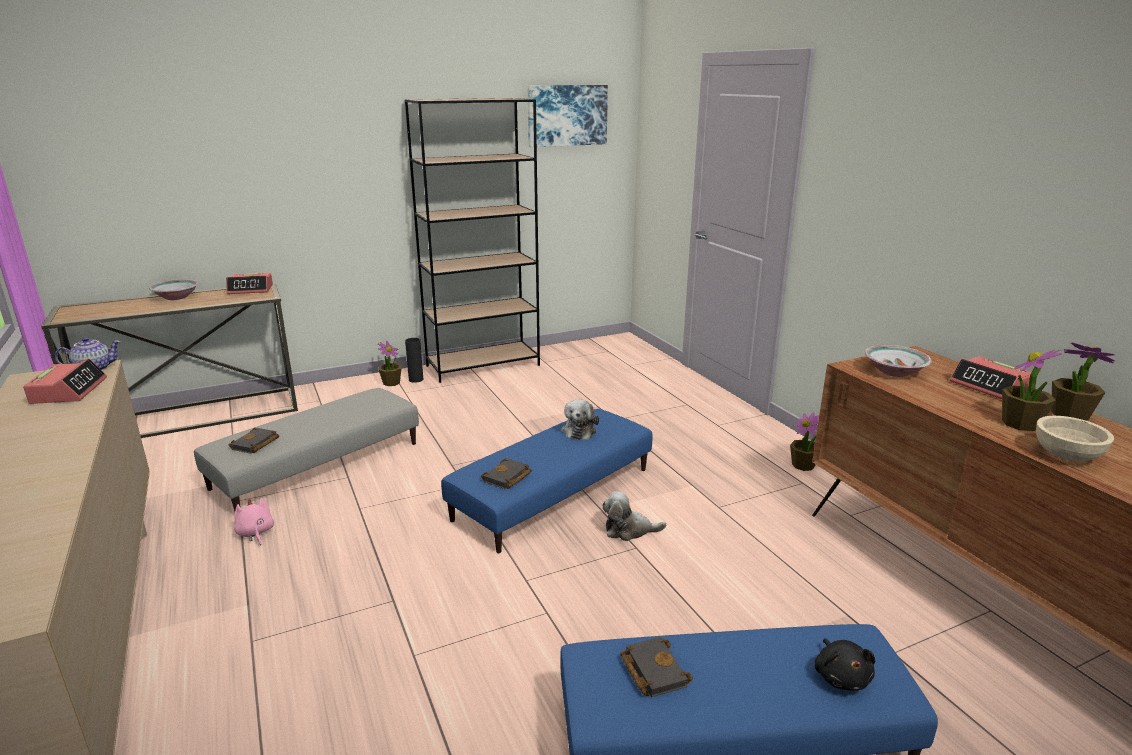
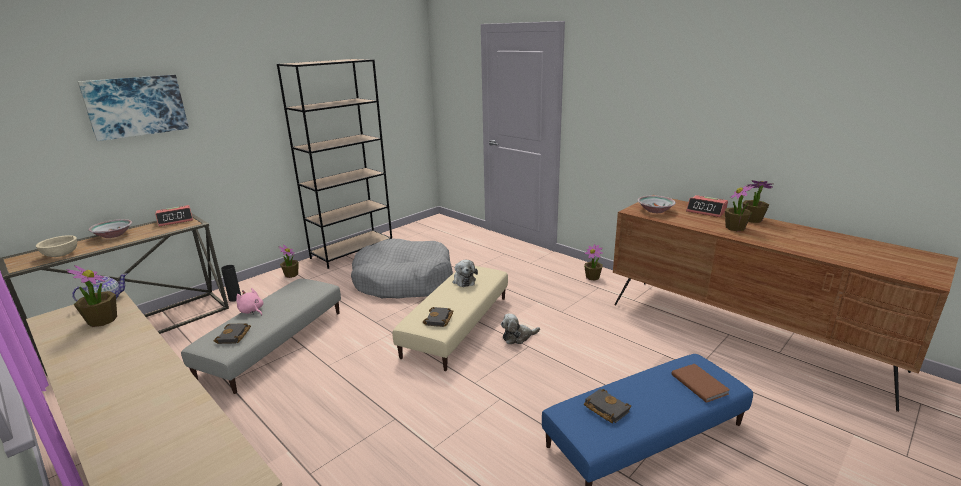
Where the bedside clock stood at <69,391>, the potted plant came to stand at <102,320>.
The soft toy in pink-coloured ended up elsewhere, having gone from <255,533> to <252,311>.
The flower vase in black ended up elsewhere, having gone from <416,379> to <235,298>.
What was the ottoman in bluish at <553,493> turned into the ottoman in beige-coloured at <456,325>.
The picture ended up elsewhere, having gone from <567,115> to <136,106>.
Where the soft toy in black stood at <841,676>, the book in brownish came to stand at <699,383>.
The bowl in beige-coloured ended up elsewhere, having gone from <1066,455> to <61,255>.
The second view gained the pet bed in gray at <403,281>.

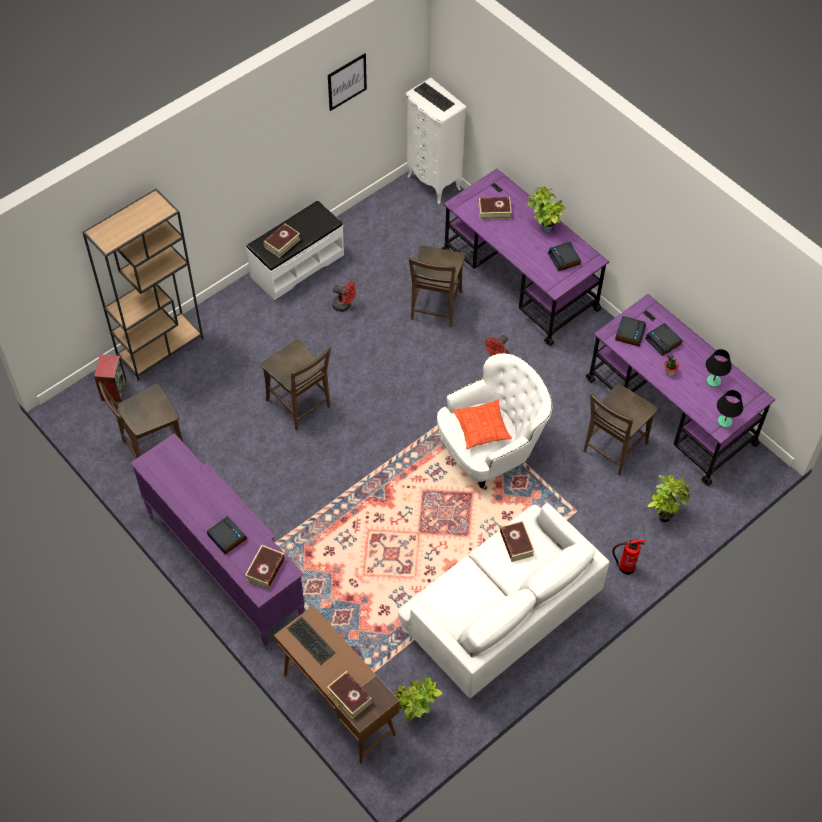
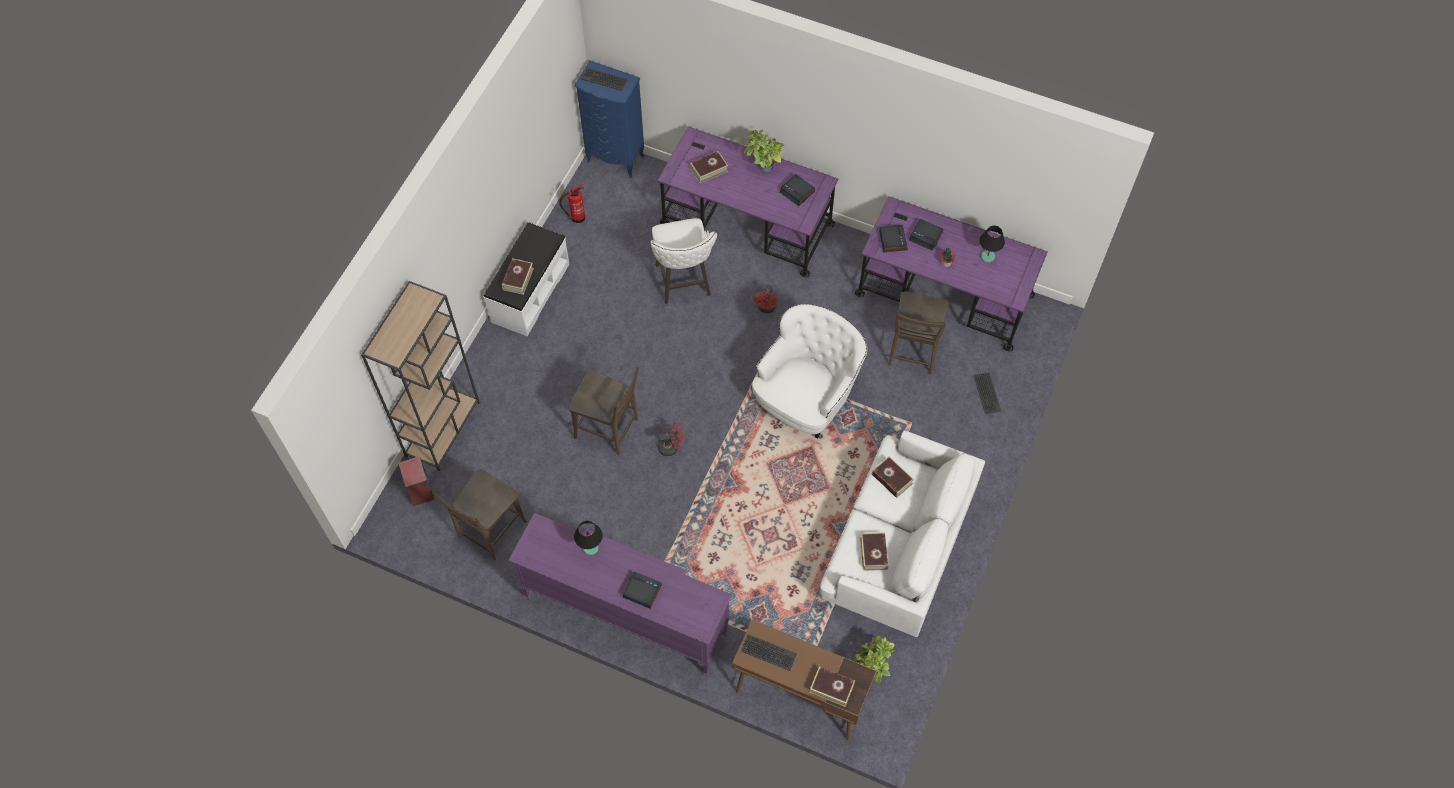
The book ended up elsewhere, having gone from <265,569> to <873,553>.
The second view lost the picture at <347,81>.
The electric fan in reddish ended up elsewhere, having gone from <344,305> to <671,447>.
What was the dresser in white at <432,183> turned into the dresser in bluish at <614,160>.
Where the upright chair in brownish stood at <435,308>, the sitting stool in white came to stand at <683,282>.
The second view lost the pillow in orangey at <482,429>.
The extinguisher ended up elsewhere, having gone from <625,567> to <576,217>.
Where the potted plant stood at <663,514>, the computer keyboard came to stand at <986,393>.
The table lamp in black ended up elsewhere, having gone from <724,422> to <590,547>.

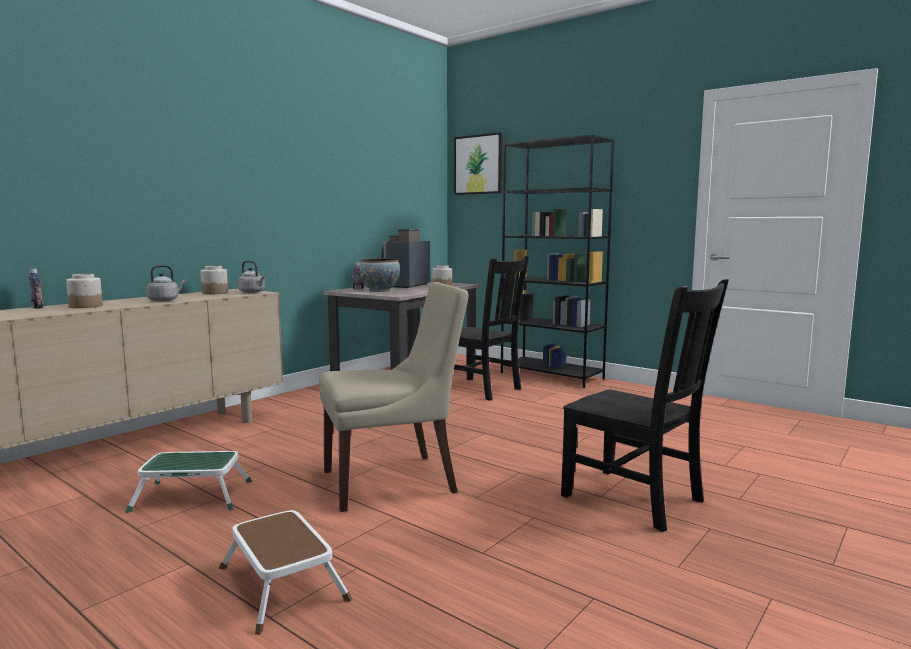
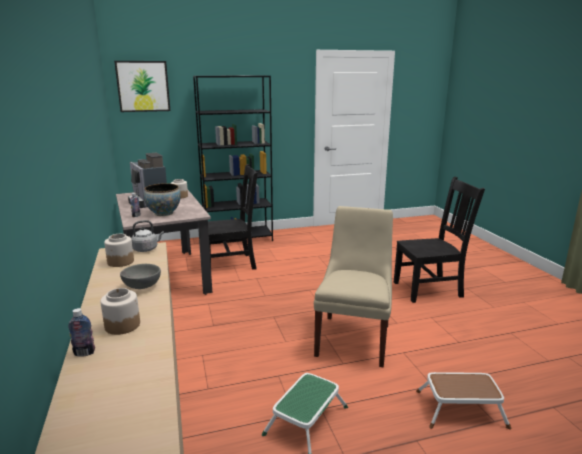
Where the tea kettle in gray stood at <165,300>, the bowl in gray came to stand at <141,286>.

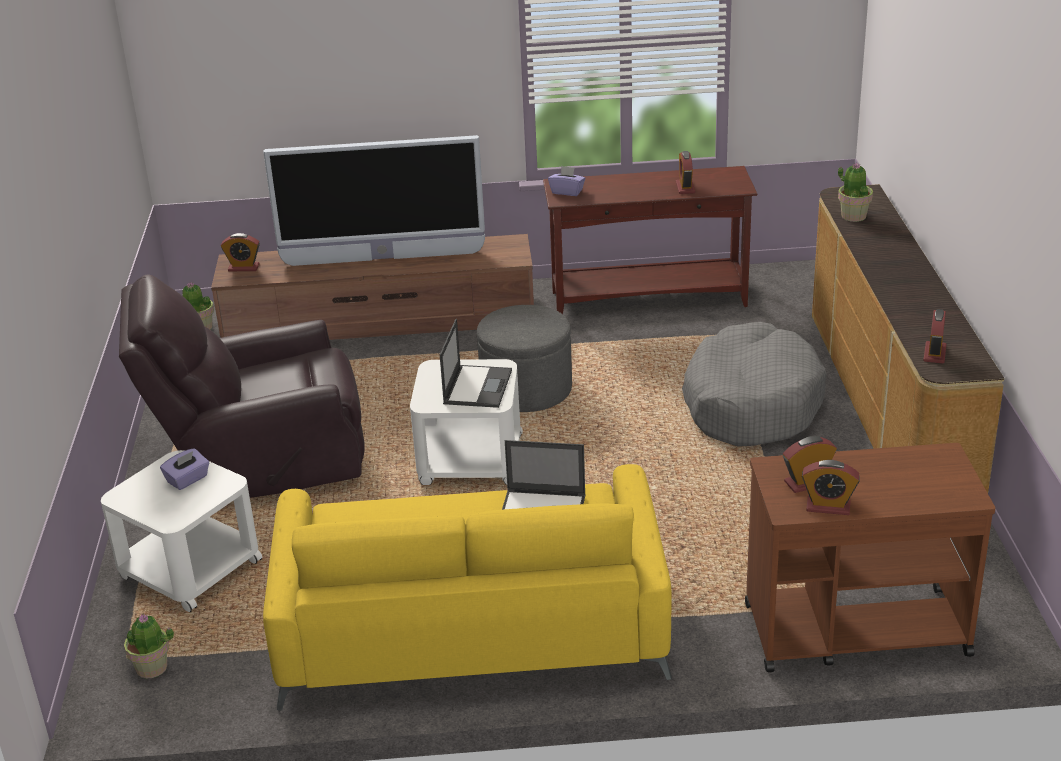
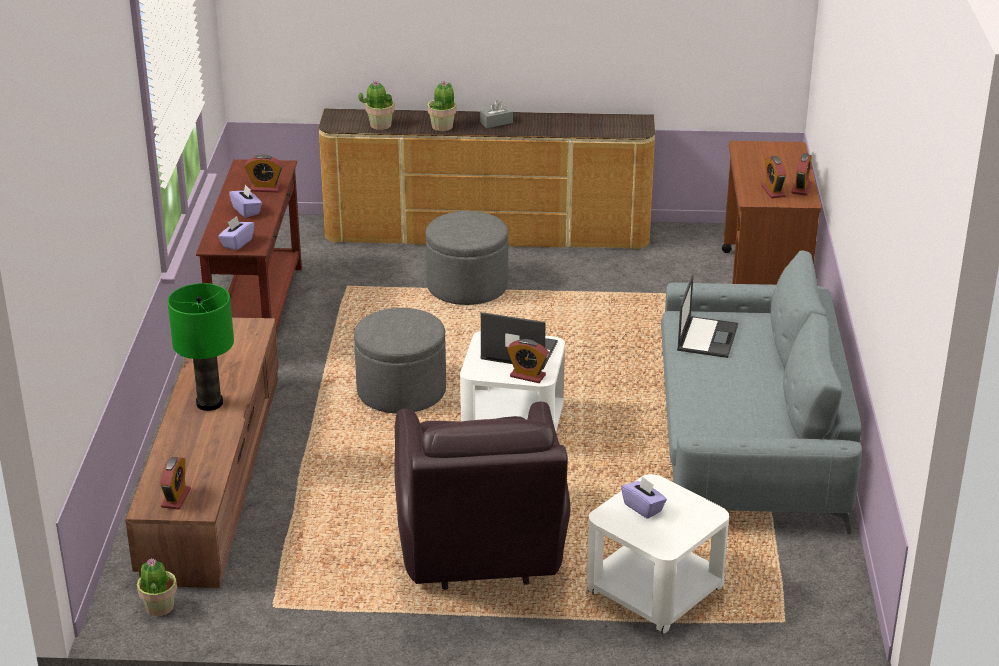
The potted plant ended up elsewhere, having gone from <152,668> to <442,126>.
Where the TV stood at <383,259>, the table lamp in greenish came to stand at <209,403>.
What was the sofa in yellow-coloured at <470,624> turned into the sofa in gray at <748,438>.
Where the pet bed in gray stood at <751,404>, the ottoman in gray came to stand at <467,286>.
The bedside clock ended up elsewhere, having gone from <934,353> to <527,376>.
The second view gained the box of tissues in purple at <246,211>.
The second view gained the box of tissues in gray at <496,122>.

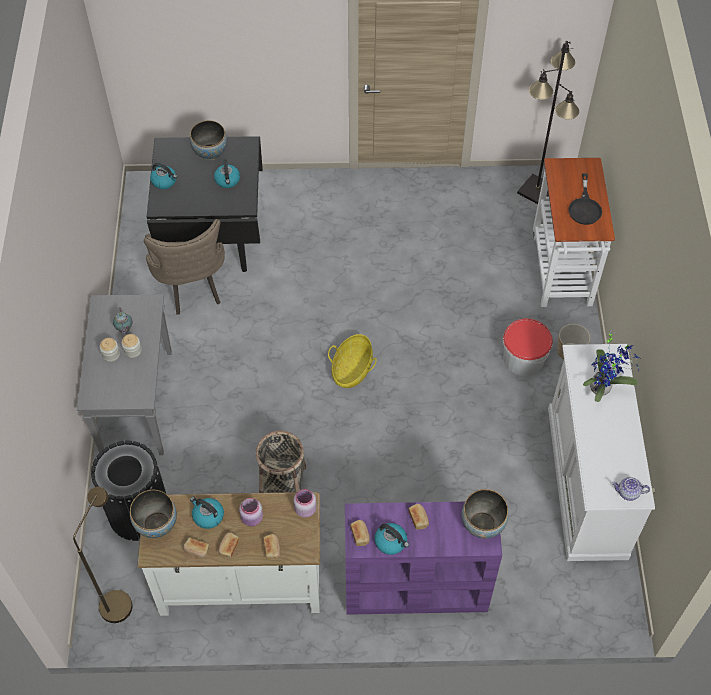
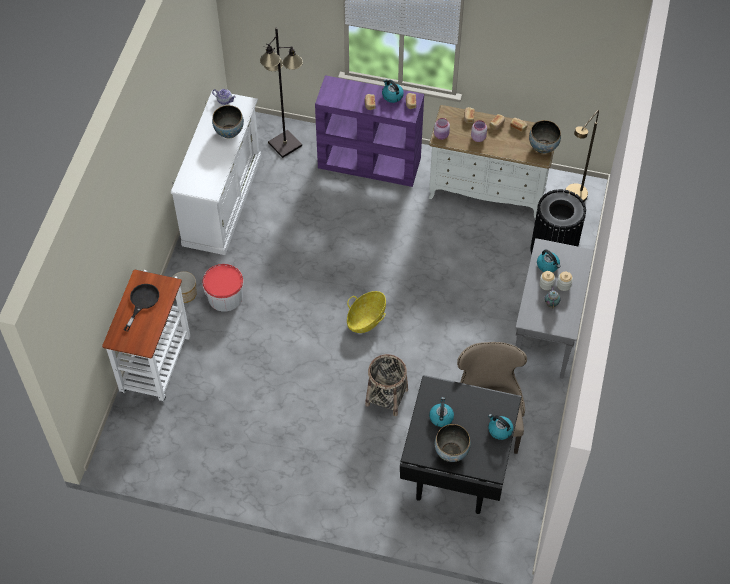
The tea kettle ended up elsewhere, having gone from <207,516> to <548,265>.
The storage basket ended up elsewhere, having gone from <283,482> to <386,397>.
The bowl ended up elsewhere, having gone from <482,524> to <229,132>.
The standard lamp in black ended up elsewhere, having gone from <537,190> to <284,144>.
The second view lost the potted plant at <603,387>.

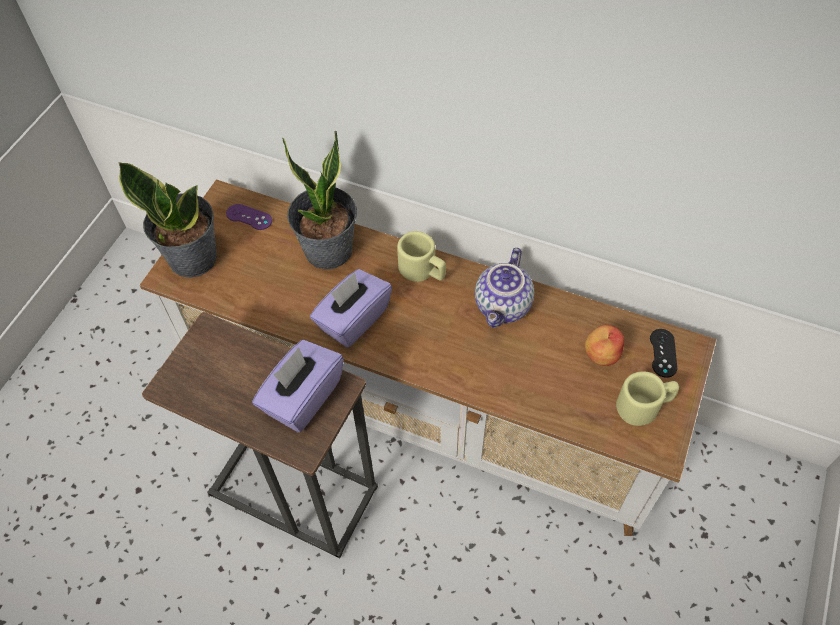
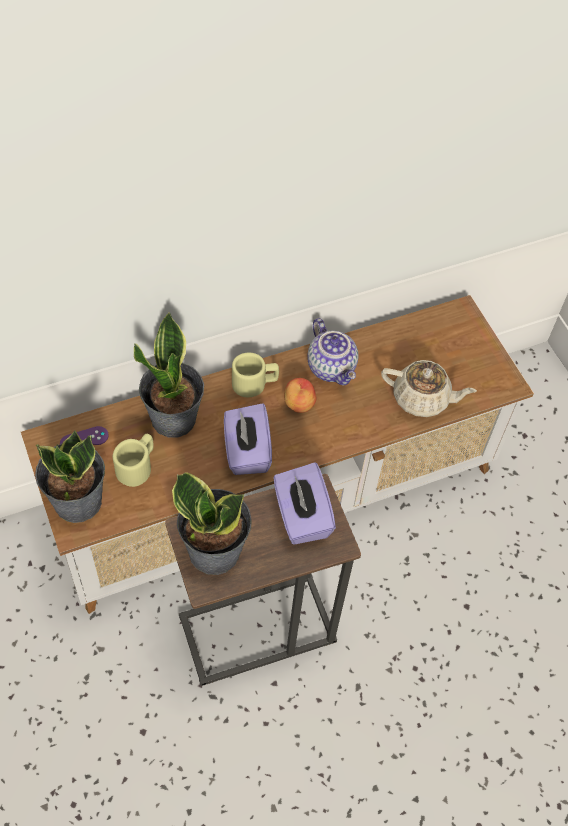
The whole apple ended up elsewhere, having gone from <601,354> to <298,404>.
The coffee mug in beige-coloured ended up elsewhere, having gone from <644,406> to <137,466>.
The second view lost the gamepad in black at <663,353>.
The second view gained the potted plant at <214,550>.
The second view gained the tea pot in beige-coloured at <422,399>.

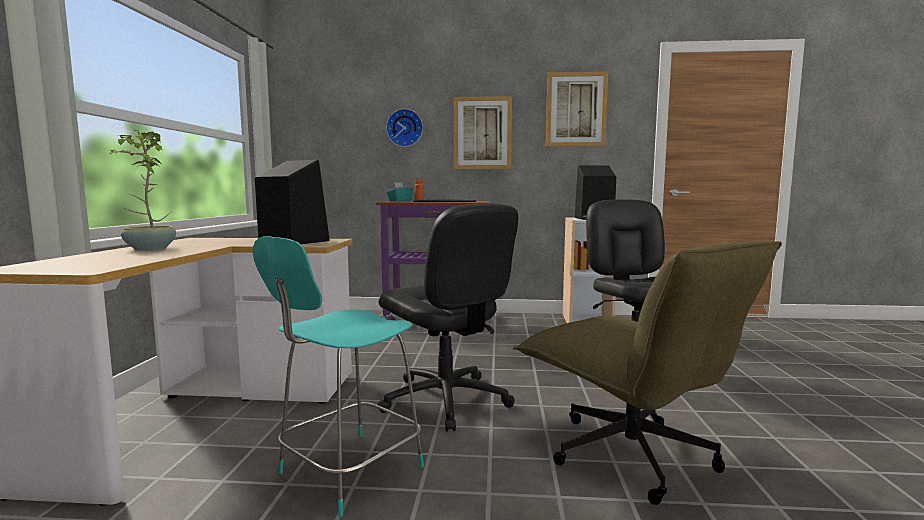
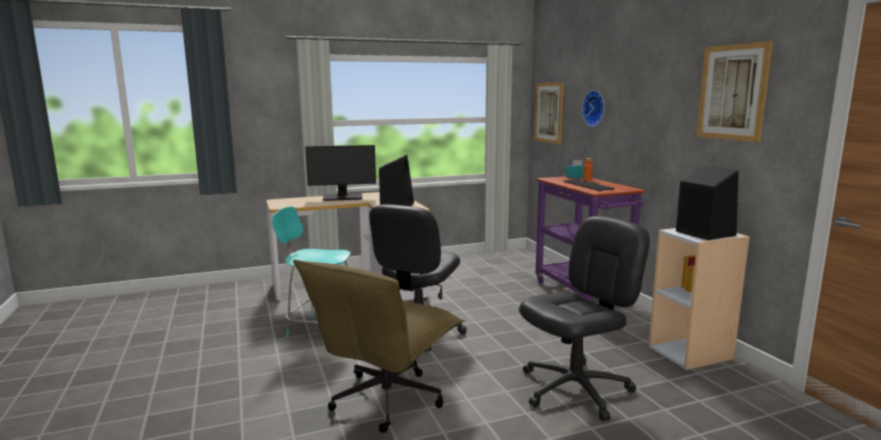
Where the potted plant stood at <149,249>, the monitor came to stand at <342,197>.
The picture ended up elsewhere, having gone from <482,133> to <549,112>.

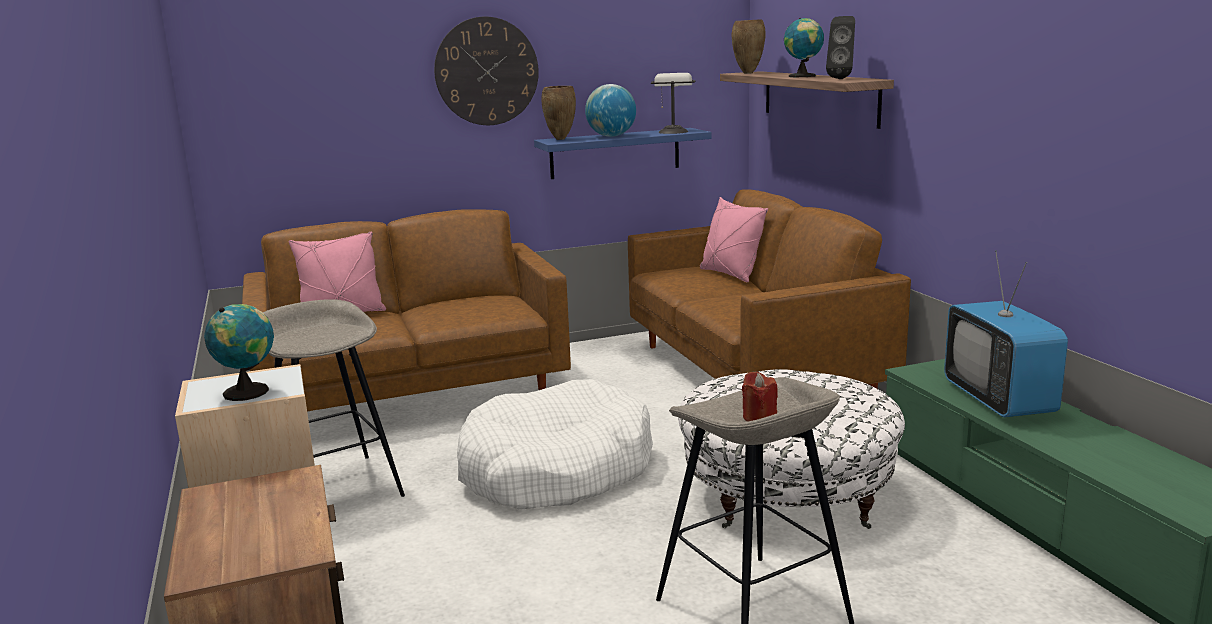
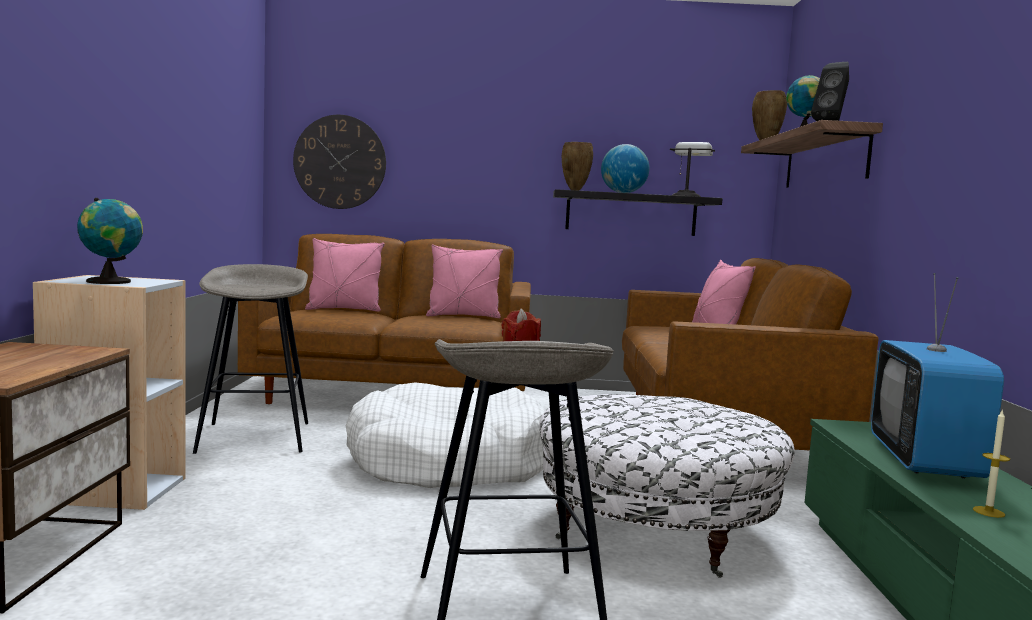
The hanging clock ended up elsewhere, having gone from <486,71> to <340,162>.
What was the wall shelf in bluish at <615,153> turned into the wall shelf in black at <631,213>.
The second view gained the pillow in pink-coloured at <463,316>.
The second view gained the wax light at <988,512>.

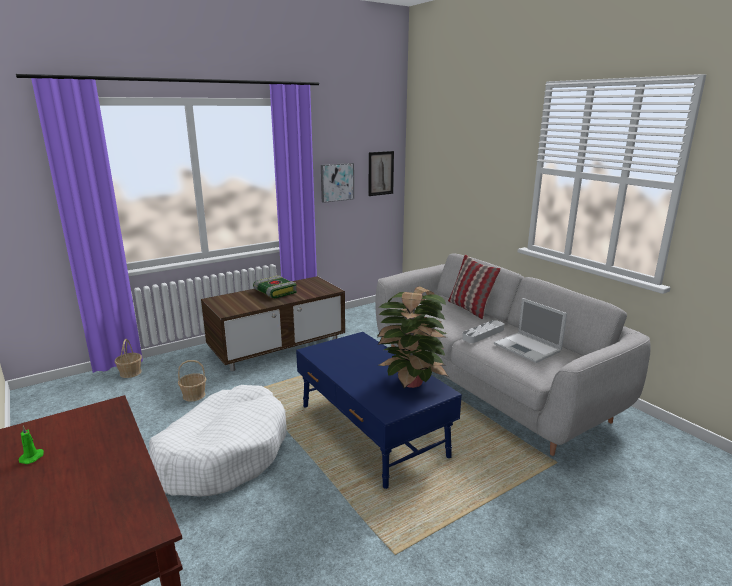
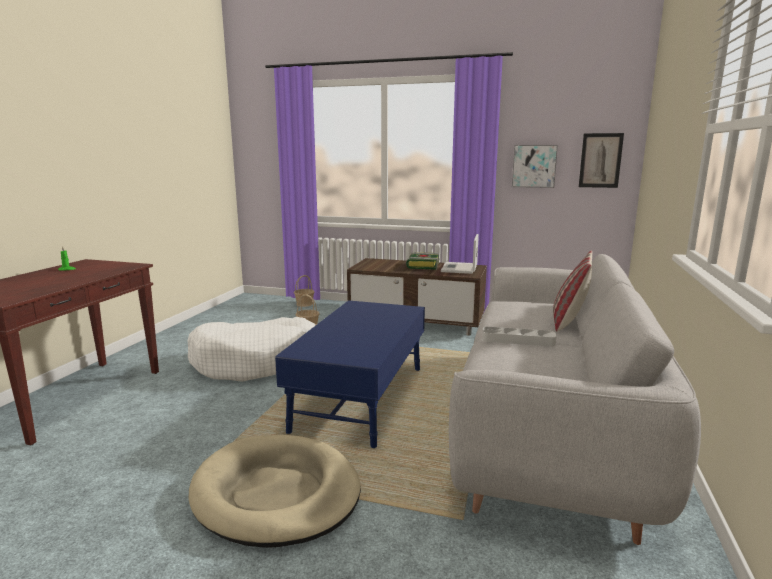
The second view lost the potted plant at <410,383>.
The notebook computer ended up elsewhere, having gone from <528,348> to <459,268>.
The second view gained the pet bed in beige-coloured at <276,494>.

